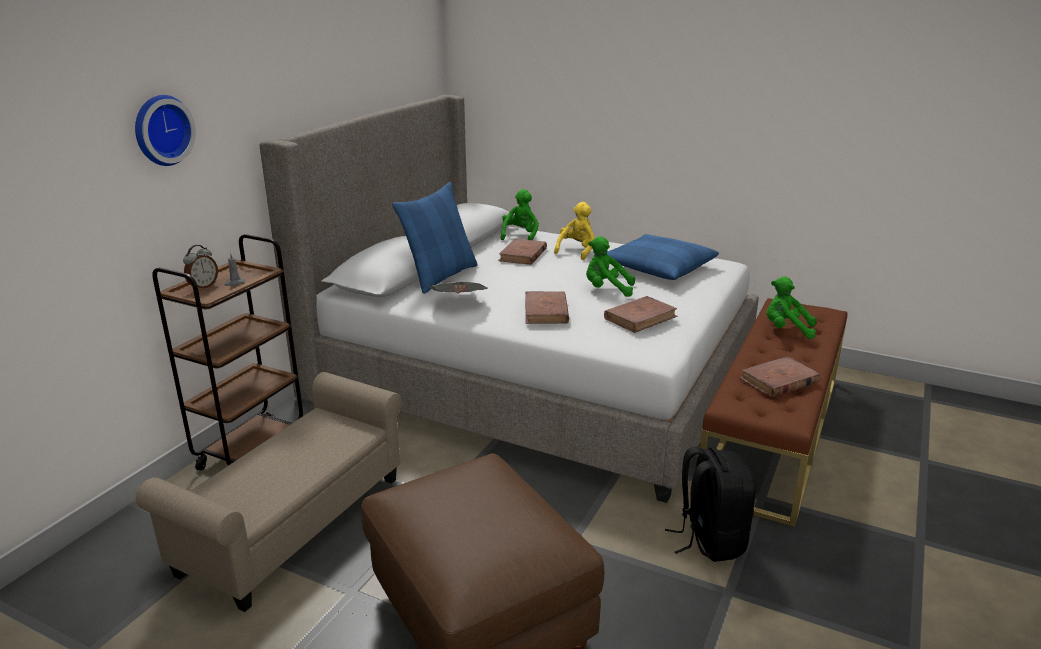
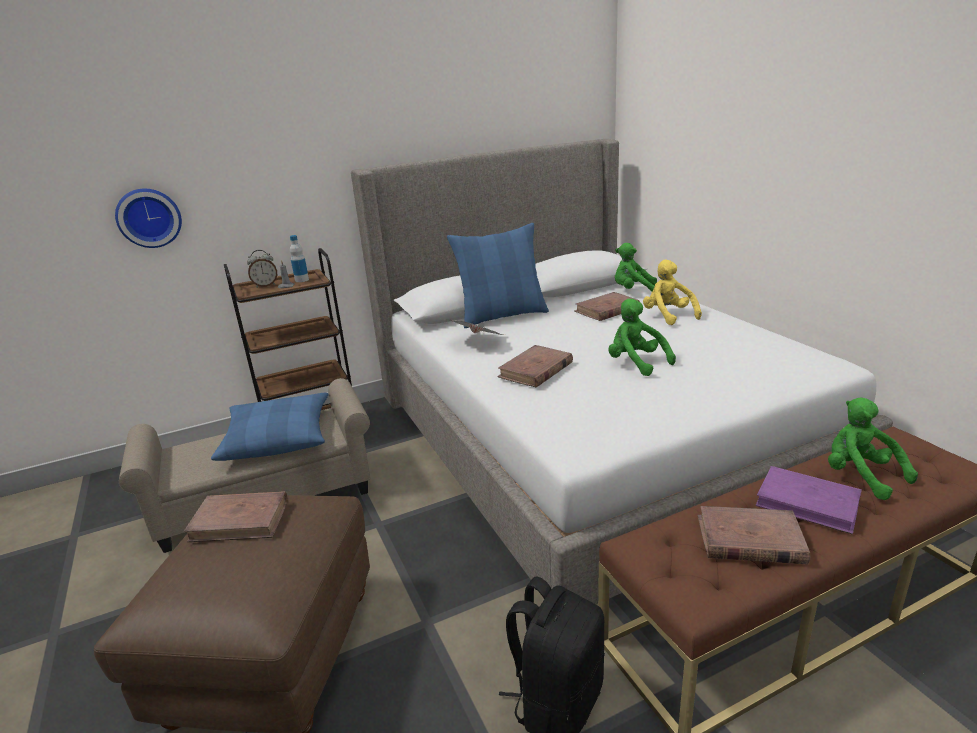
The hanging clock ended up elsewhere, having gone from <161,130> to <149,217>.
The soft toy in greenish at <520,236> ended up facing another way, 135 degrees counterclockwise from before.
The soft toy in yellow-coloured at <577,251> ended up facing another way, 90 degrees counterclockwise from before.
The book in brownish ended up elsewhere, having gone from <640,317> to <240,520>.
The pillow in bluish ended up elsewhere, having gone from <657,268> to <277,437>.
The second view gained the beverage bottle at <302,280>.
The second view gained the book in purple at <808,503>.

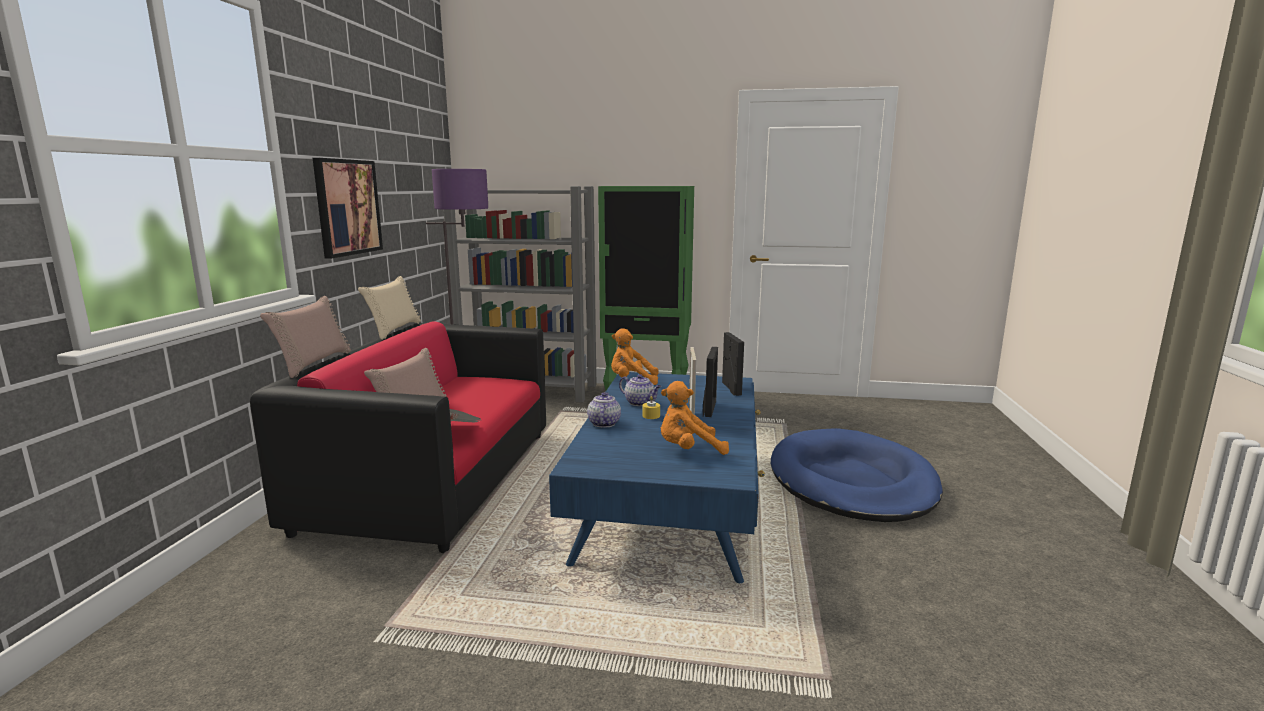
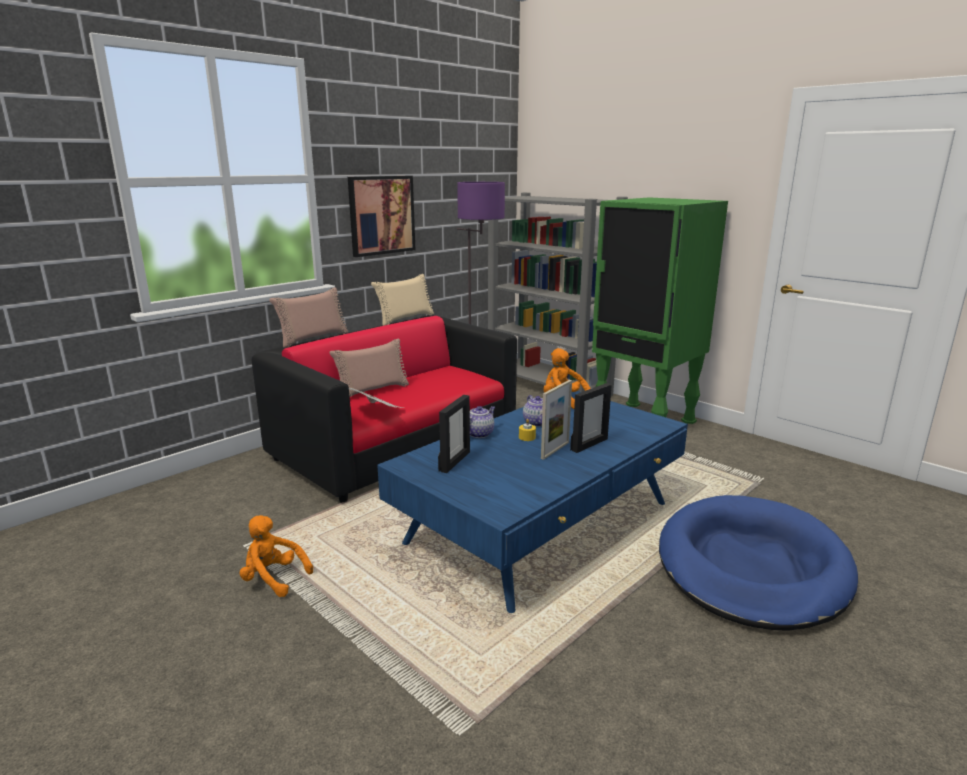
The soft toy in orangey ended up elsewhere, having gone from <688,450> to <273,579>.
The picture frame ended up elsewhere, having gone from <730,388> to <454,461>.

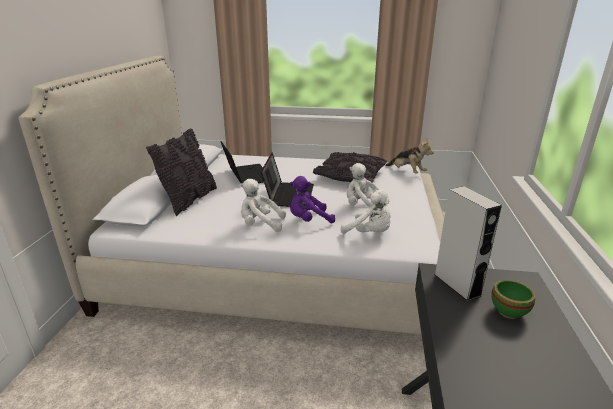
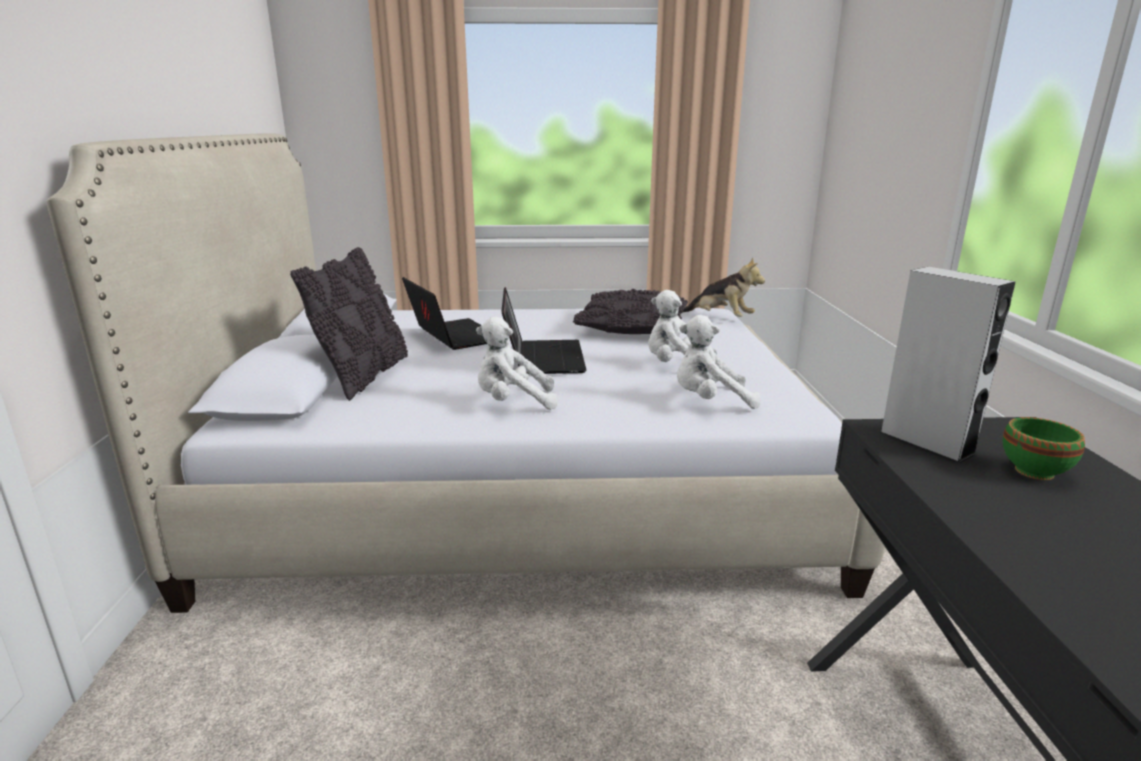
The second view lost the soft toy in purple at <309,220>.
The soft toy in white at <369,233> ended up facing another way, 150 degrees clockwise from before.

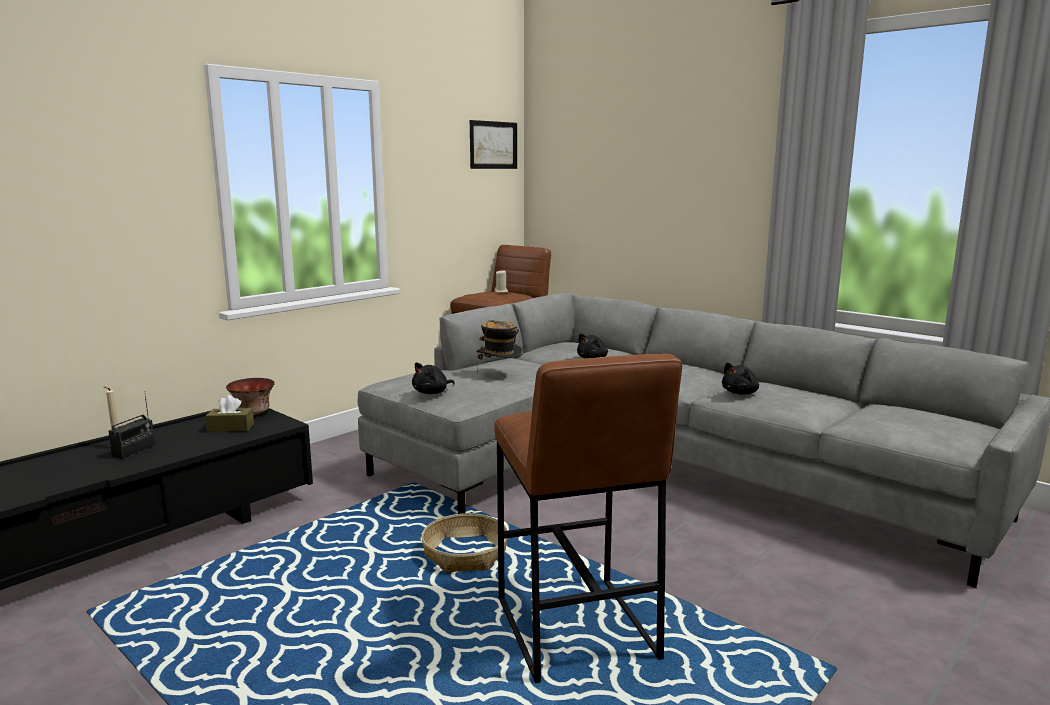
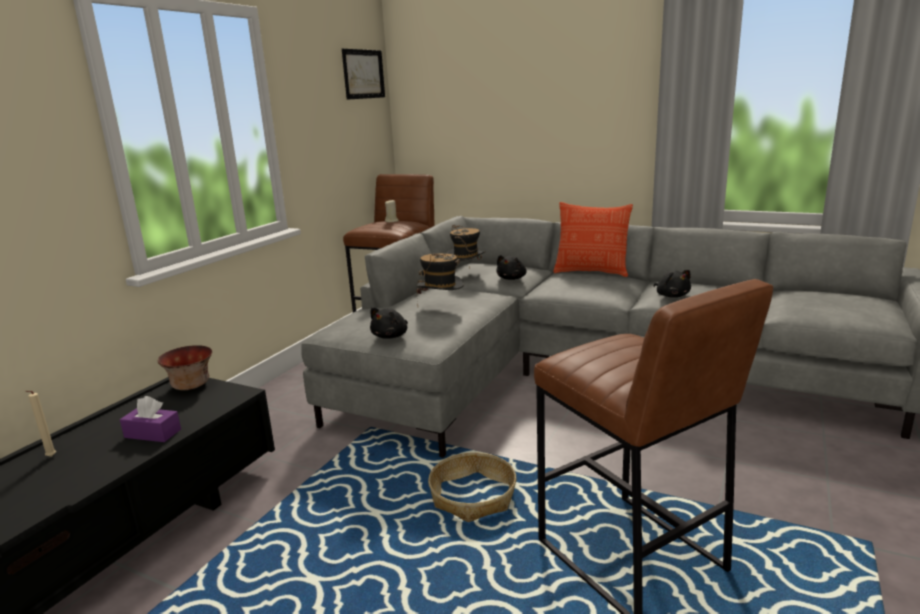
The second view lost the radio receiver at <134,451>.
The second view lost the box of tissues in brownish at <231,428>.
The soft toy in black at <741,393> ended up facing another way, 60 degrees counterclockwise from before.
The second view gained the box of tissues in purple at <153,433>.
The second view gained the clothing hat at <466,275>.
The second view gained the pillow in orangey at <591,272>.

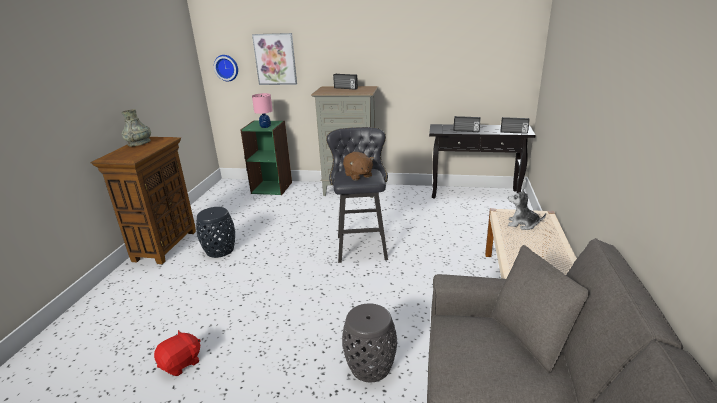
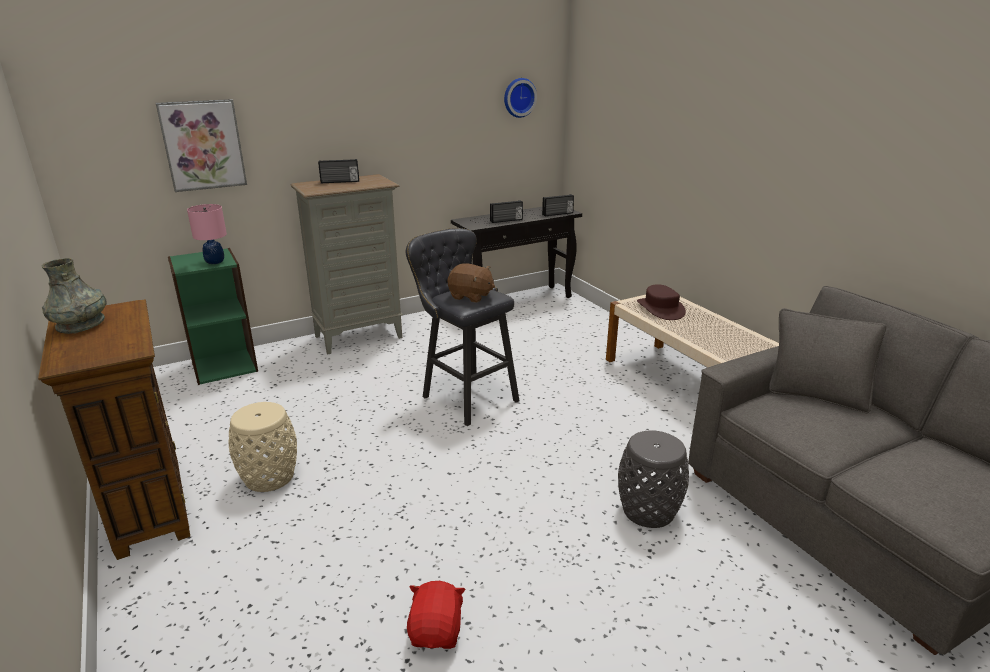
What was the sitting stool in black at <220,250> turned into the sitting stool in beige-coloured at <269,477>.
The hanging clock ended up elsewhere, having gone from <227,67> to <518,97>.
Where the soft toy stood at <522,224>, the clothing hat in brownish came to stand at <660,309>.

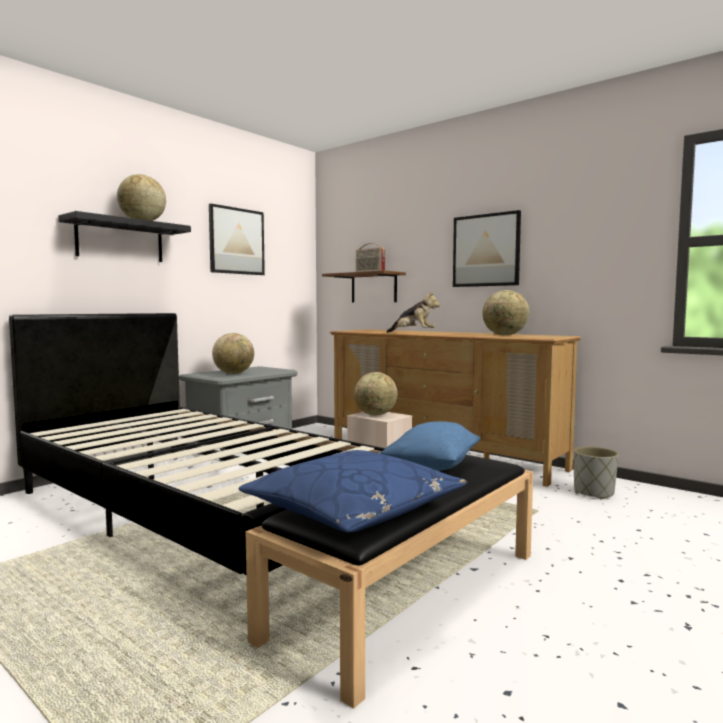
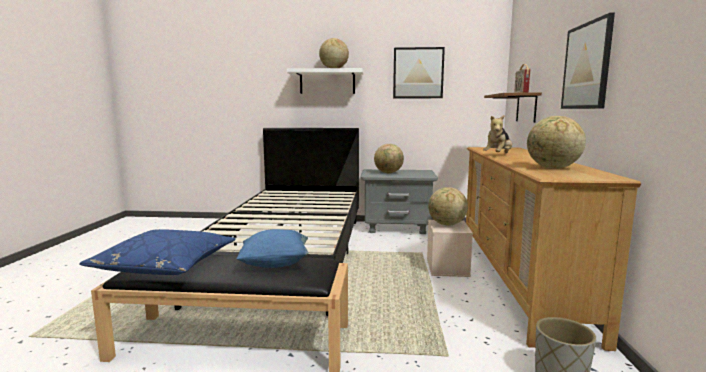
What was the wall shelf in black at <120,241> turned into the wall shelf in white at <327,82>.
The soft toy at <413,333> ended up facing another way, 45 degrees clockwise from before.

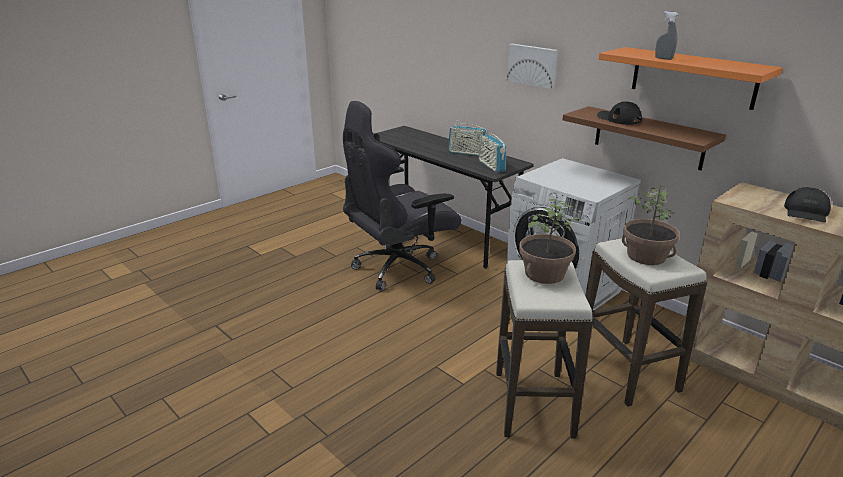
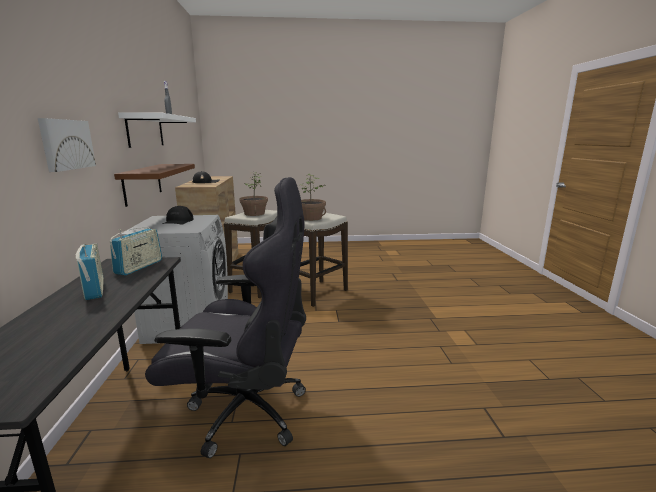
The baseball cap in black ended up elsewhere, having gone from <618,119> to <178,221>.
What was the wall shelf in orangey at <693,77> turned into the wall shelf in white at <145,131>.

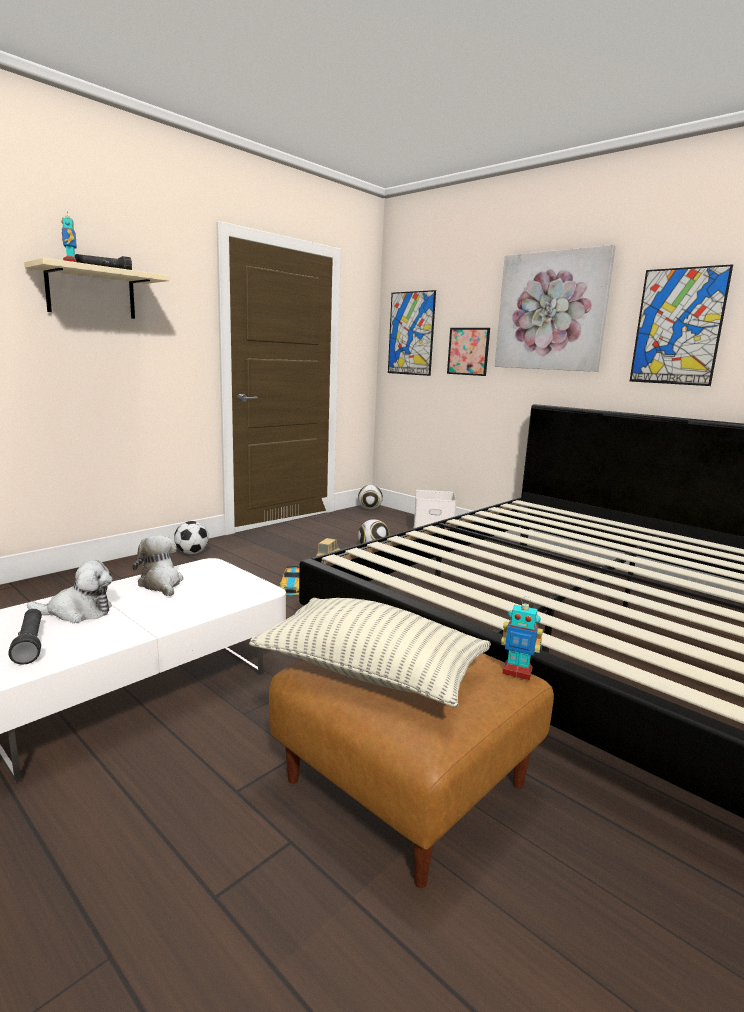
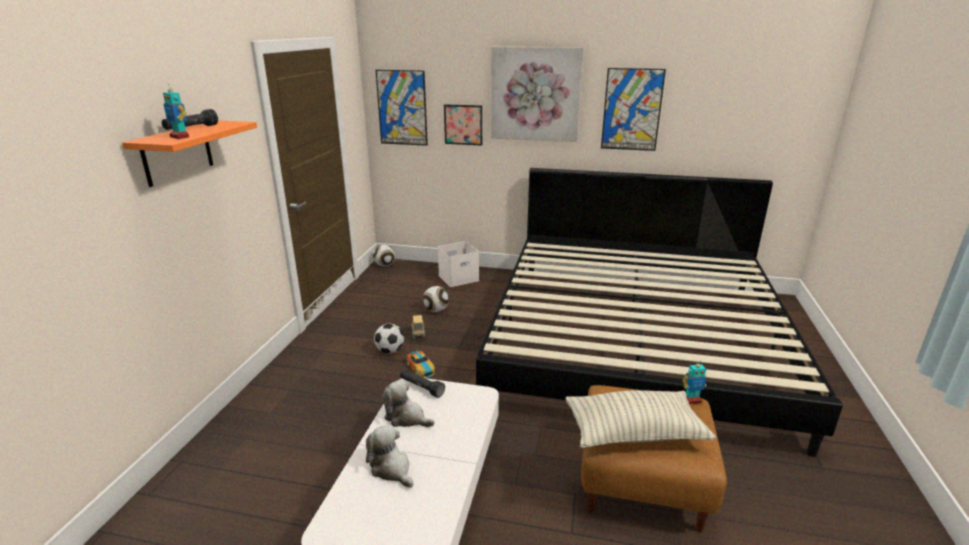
The hand torch in black ended up elsewhere, having gone from <30,644> to <421,388>.
What was the wall shelf in beige-coloured at <91,293> turned into the wall shelf in orangey at <177,153>.
The soft toy at <78,612> ended up facing another way, 90 degrees counterclockwise from before.
The football ended up elsewhere, having gone from <192,553> to <390,351>.

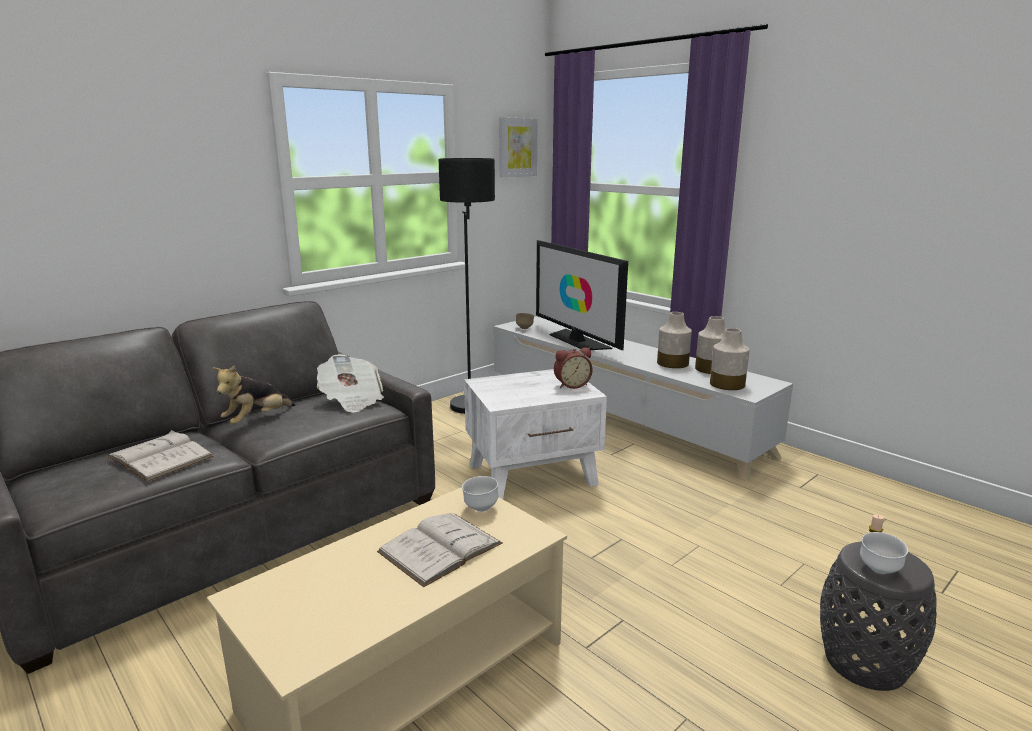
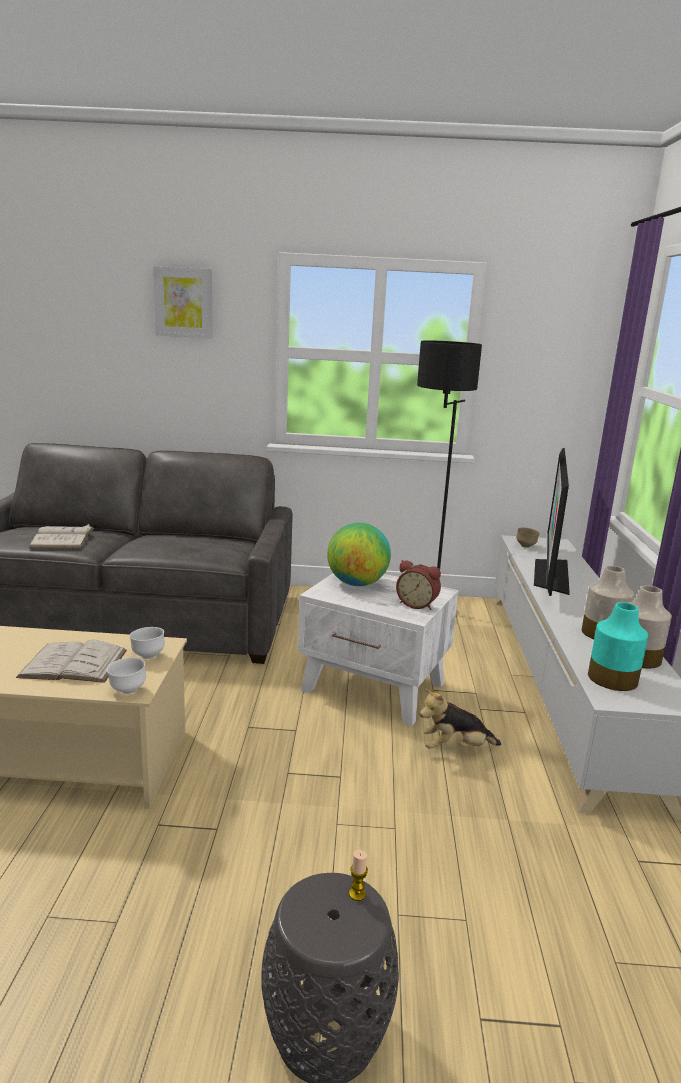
The soft toy ended up elsewhere, having gone from <257,420> to <455,748>.
The second view lost the daily paper at <351,400>.
The picture ended up elsewhere, having gone from <517,147> to <184,302>.
What was the flower vase in beige-coloured at <726,384> turned into the flower vase in turquoise-coloured at <612,678>.
The bowl in white ended up elsewhere, having gone from <879,570> to <127,691>.
The second view gained the globe at <357,583>.

